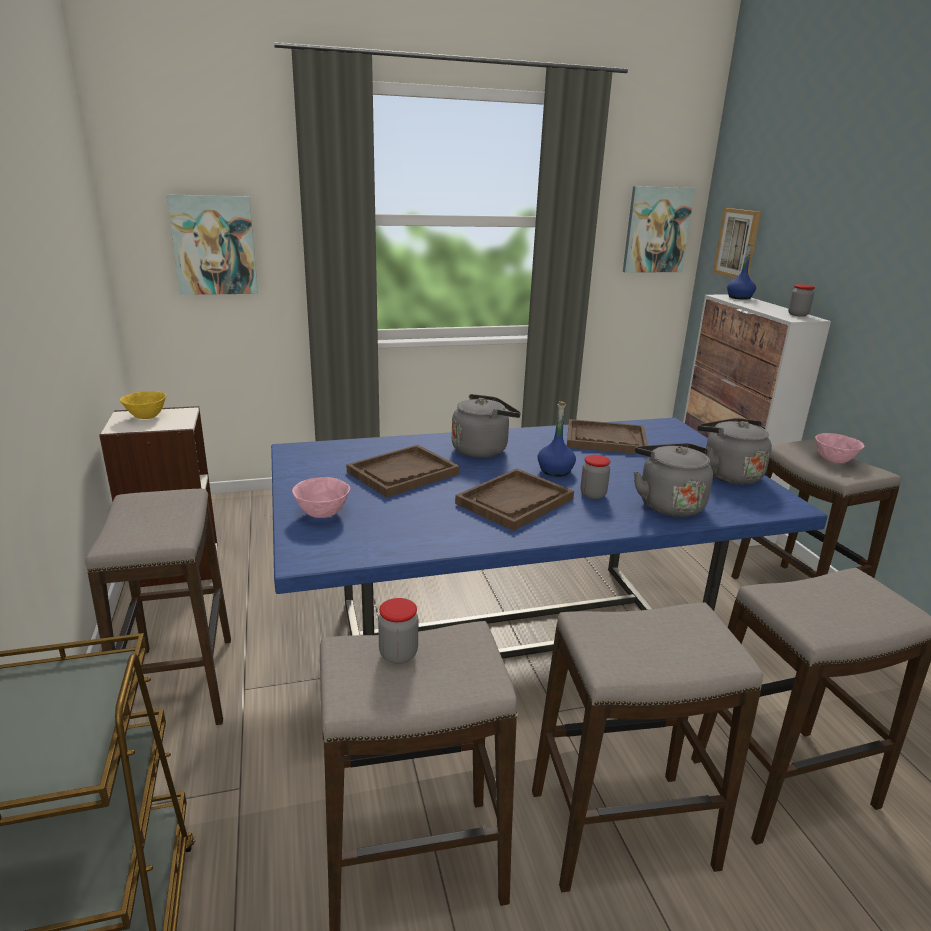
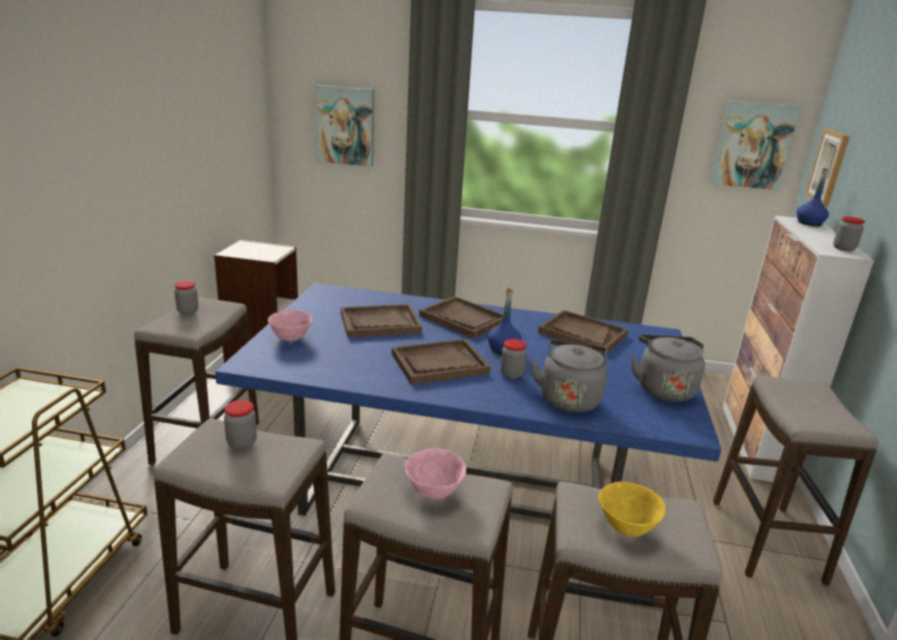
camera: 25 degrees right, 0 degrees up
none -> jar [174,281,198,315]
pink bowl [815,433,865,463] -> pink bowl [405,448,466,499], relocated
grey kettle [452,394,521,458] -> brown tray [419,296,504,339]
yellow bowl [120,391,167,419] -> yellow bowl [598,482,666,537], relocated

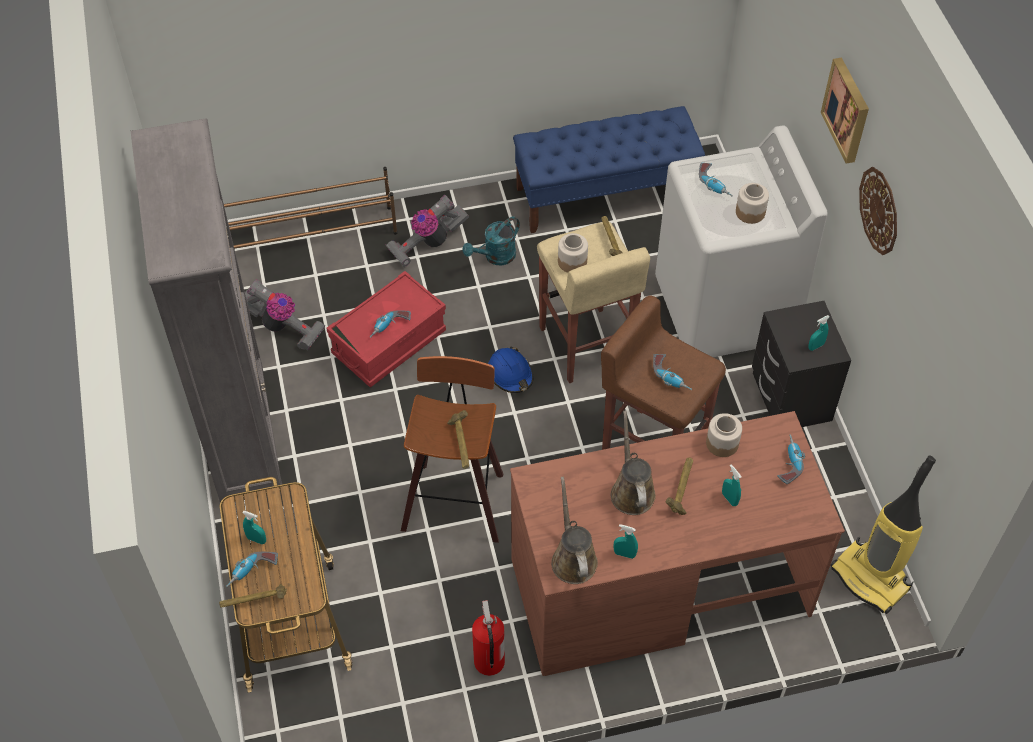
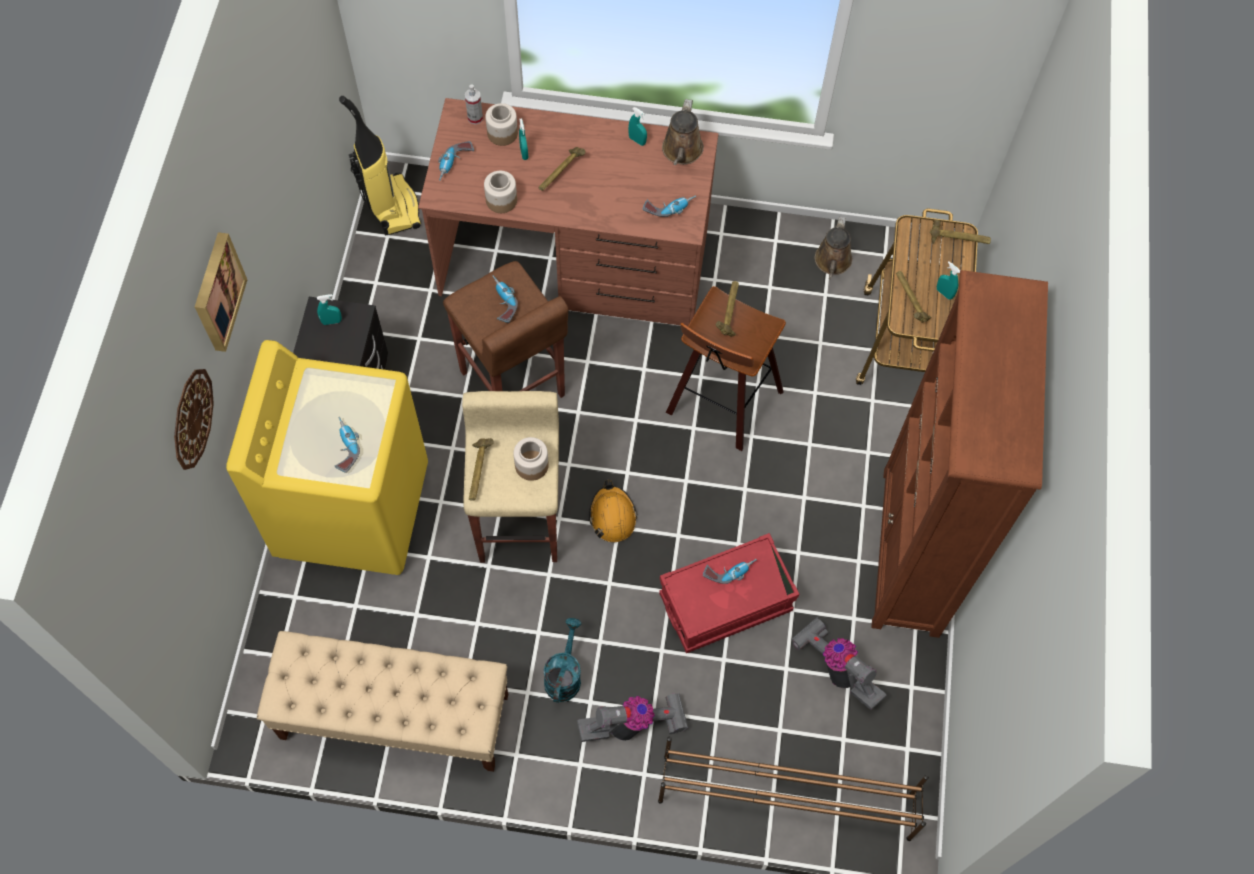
camera: 160 degrees left, 10 degrees up
wall clock [859,167,897,255] -> wall clock [174,369,214,470], relocated
white washing machine [655,125,828,357] -> yellow washing machine [226,340,428,575]
blue bench [513,106,705,233] -> beige bench [257,631,508,772]
none -> spray bottle [465,84,483,125]
jar [736,183,769,224] -> jar [485,103,518,146], relocated
turquoise watering can [462,217,520,266] -> turquoise watering can [544,618,582,703], 60 degrees counterclockwise
blue hard hat [488,347,533,393] -> orange hard hat [589,479,637,542]
power drill [226,552,278,587] -> power drill [643,195,696,217], relocated
brown watering can [611,410,656,515] -> brown watering can [815,216,853,279], relocated
grey bookcase [131,118,282,502] -> brown bookcase [871,270,1048,638]
none -> hammer [896,271,932,323]
fire extinguisher [472,600,505,676] -> none

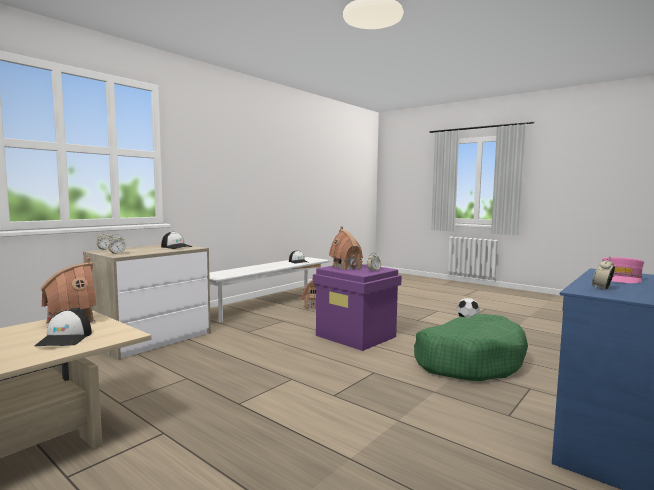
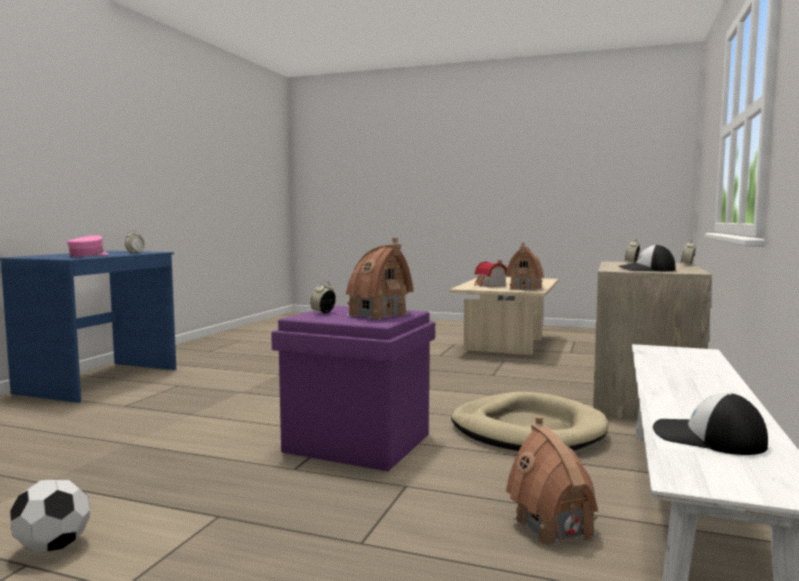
camera: 160 degrees right, 0 degrees up
none -> beige dog bed [451,392,608,451]
cap [34,310,92,346] -> toy house [474,260,507,287]
green dog bed [414,314,528,381] -> none

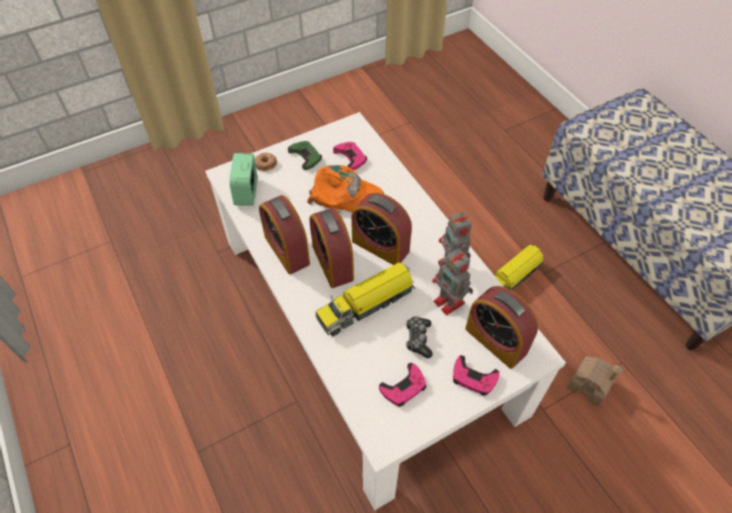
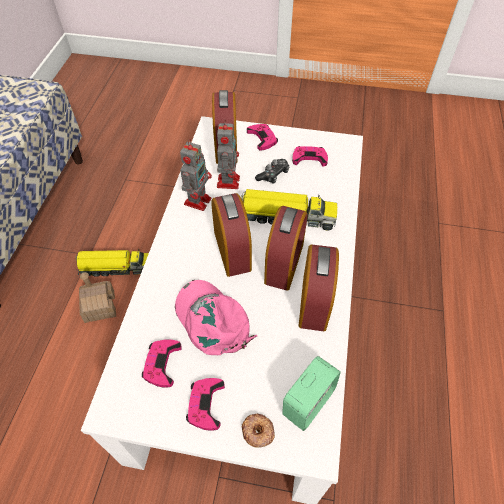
camera: 140 degrees left, 0 degrees up
toy house [566,355,623,407] -> toy house [79,272,116,323], relocated
orange cap [307,165,384,212] -> pink cap [175,280,258,355]
green game controller [288,141,322,170] -> pink game controller [186,378,225,431]

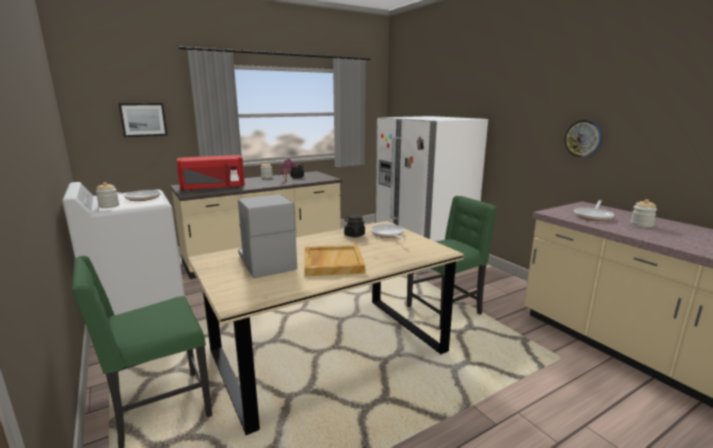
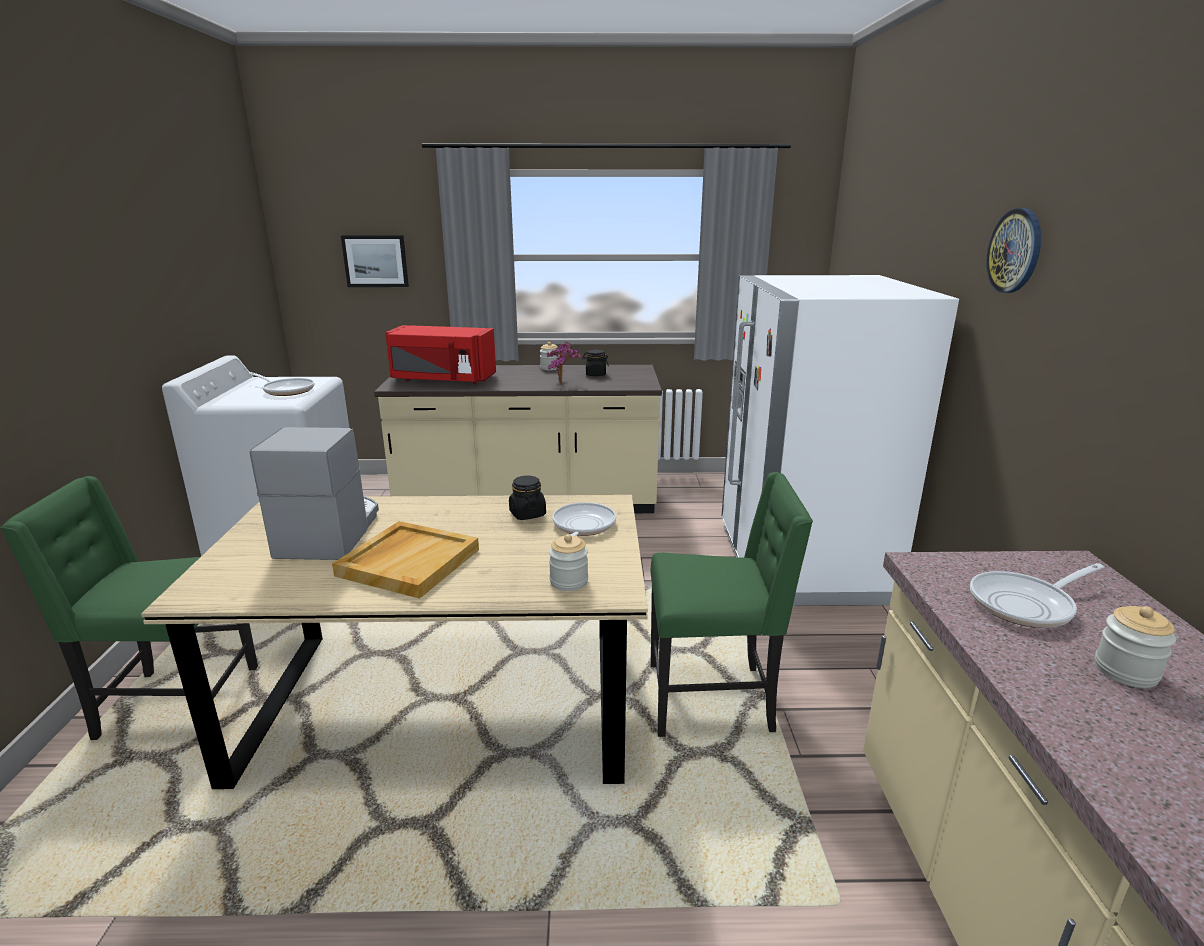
camera: 30 degrees right, 5 degrees up
jar [96,182,119,208] -> jar [549,534,588,591], relocated
wall clock [564,120,602,158] -> wall clock [986,208,1041,293], relocated

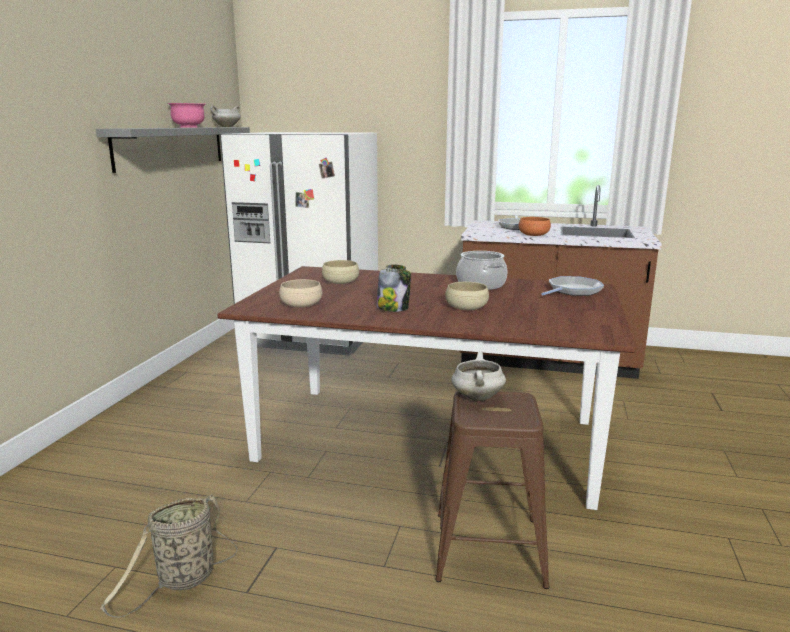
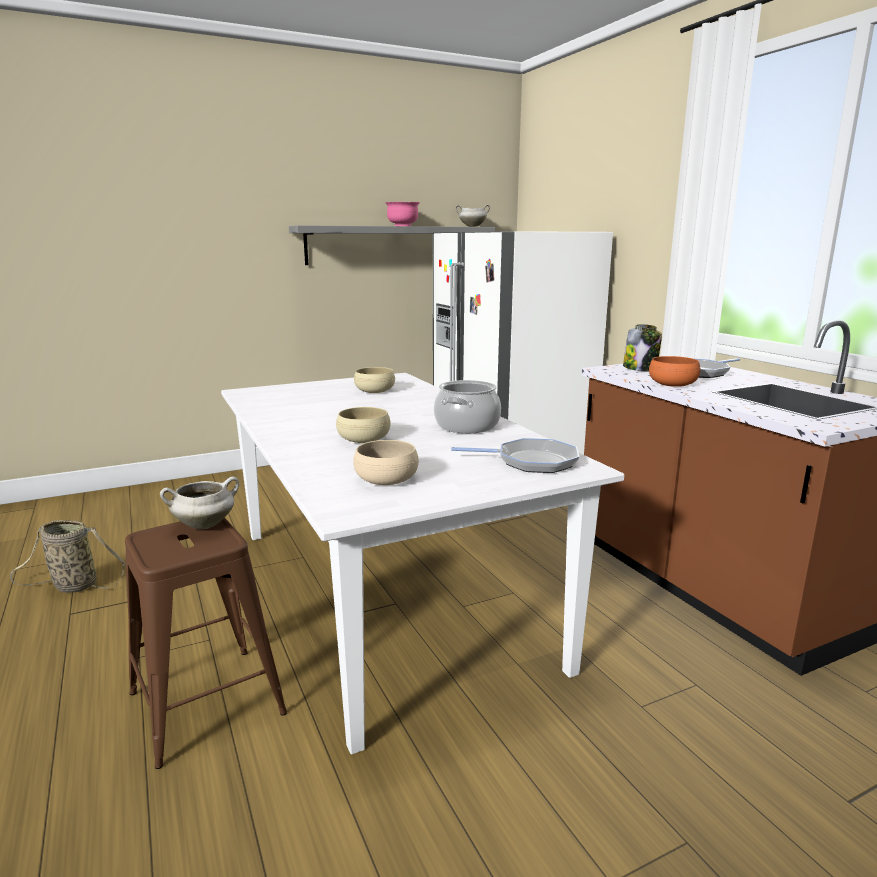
camera: 50 degrees right, 0 degrees up
brown dining table [217,266,636,510] -> white dining table [221,373,625,754]
beige bowl [279,279,322,308] -> beige bowl [353,440,419,485], relocated
jar [377,265,411,312] -> jar [623,324,662,371], relocated

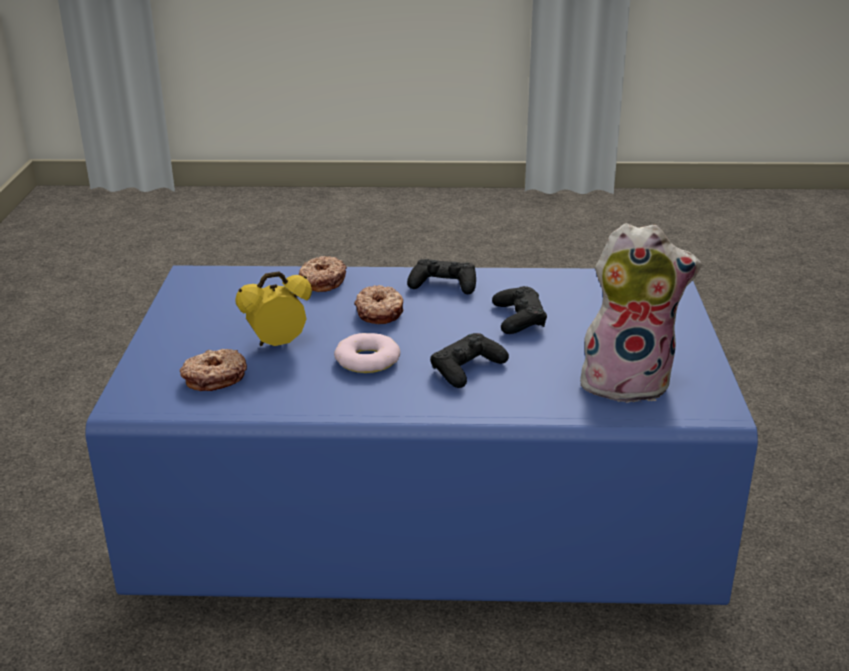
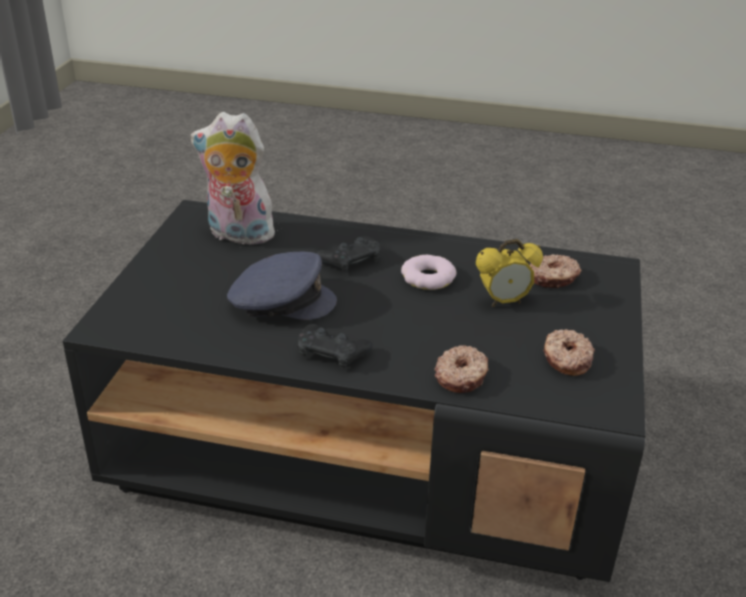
camera: 170 degrees left, 5 degrees up
blue coffee table [85,265,758,605] -> black coffee table [63,200,646,582]
black game controller [492,286,547,334] -> grey cap [227,252,337,320]
donut [354,285,403,324] -> donut [543,329,595,376], relocated

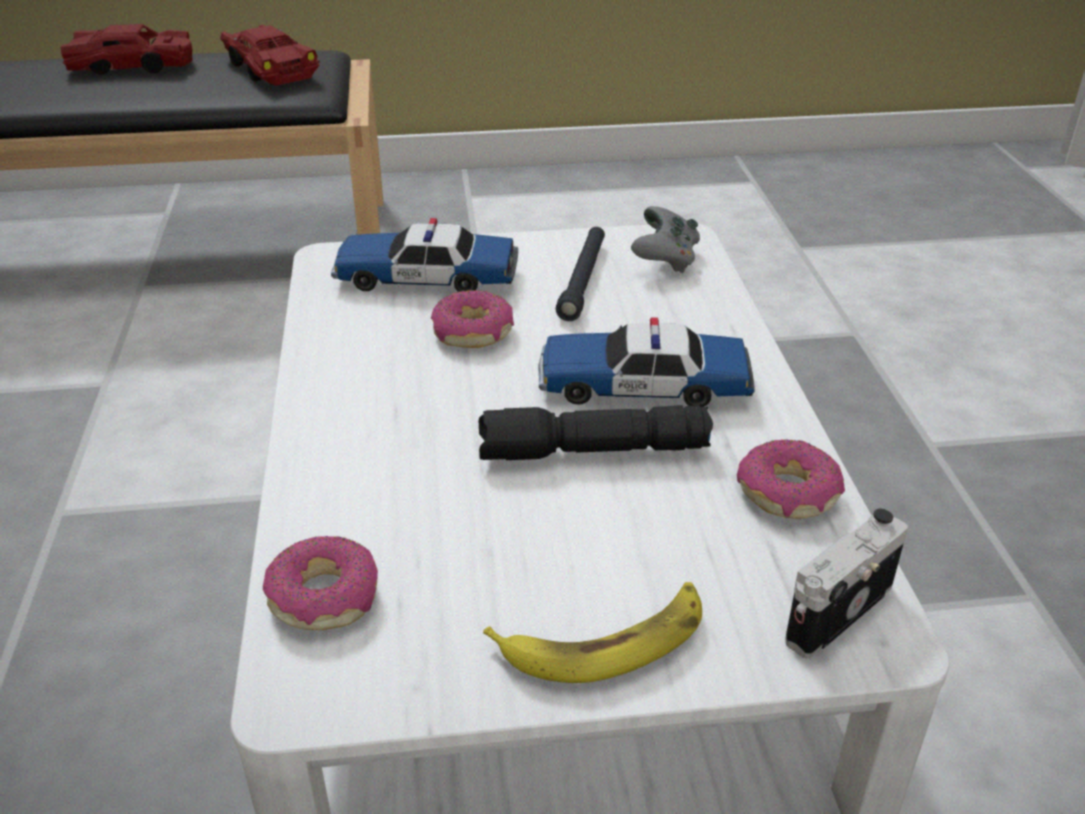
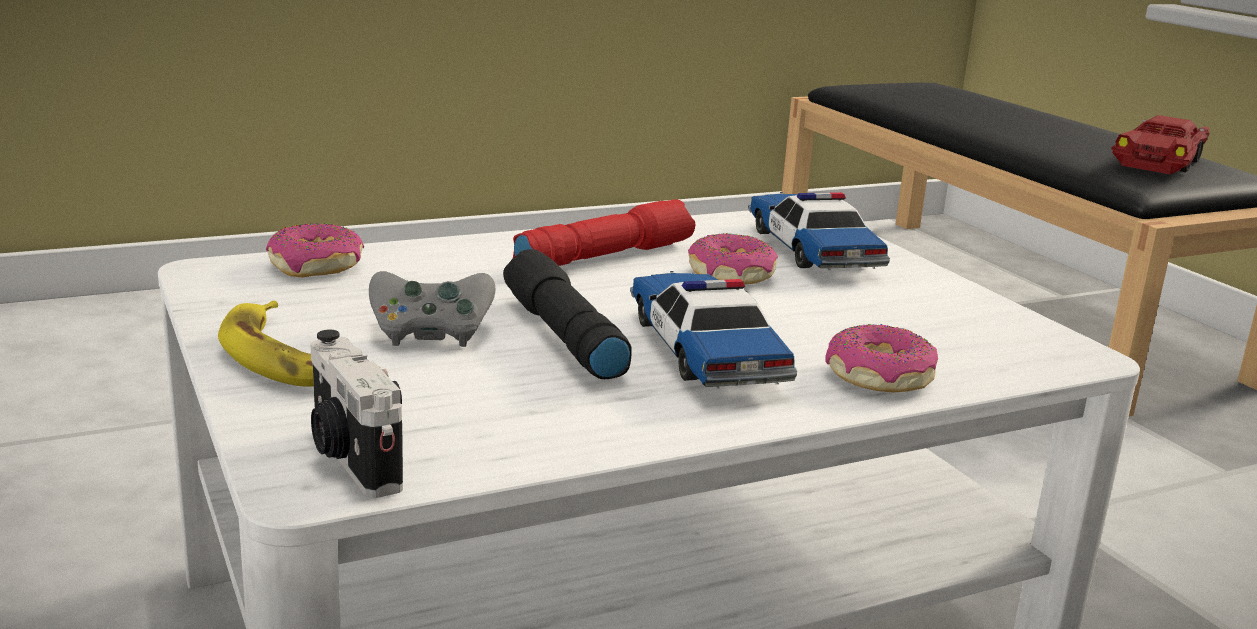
camera: 70 degrees right, 15 degrees down
photo camera [785,508,908,659] -> photo camera [310,329,403,498], 150 degrees counterclockwise
grey game controller [631,206,700,273] -> grey game controller [369,271,495,347], relocated
none -> red flashlight [513,199,695,266]
donut [737,439,845,519] -> donut [825,324,938,393], relocated
red toy car [60,24,193,74] -> none
black flashlight [556,227,605,321] -> none

